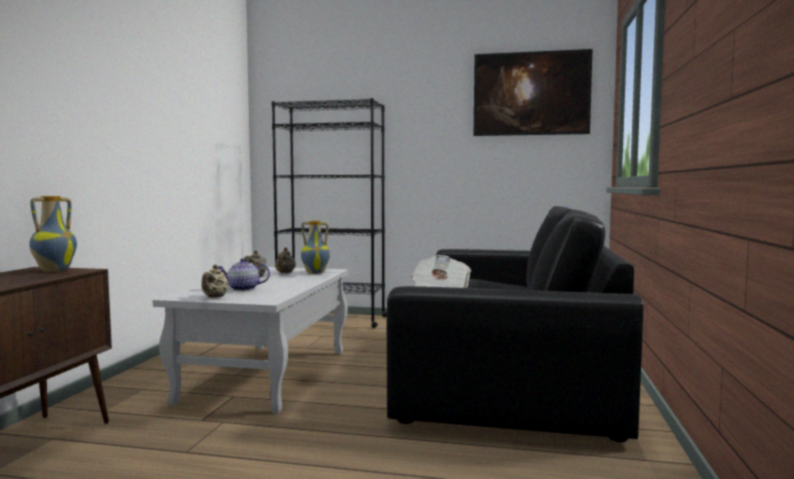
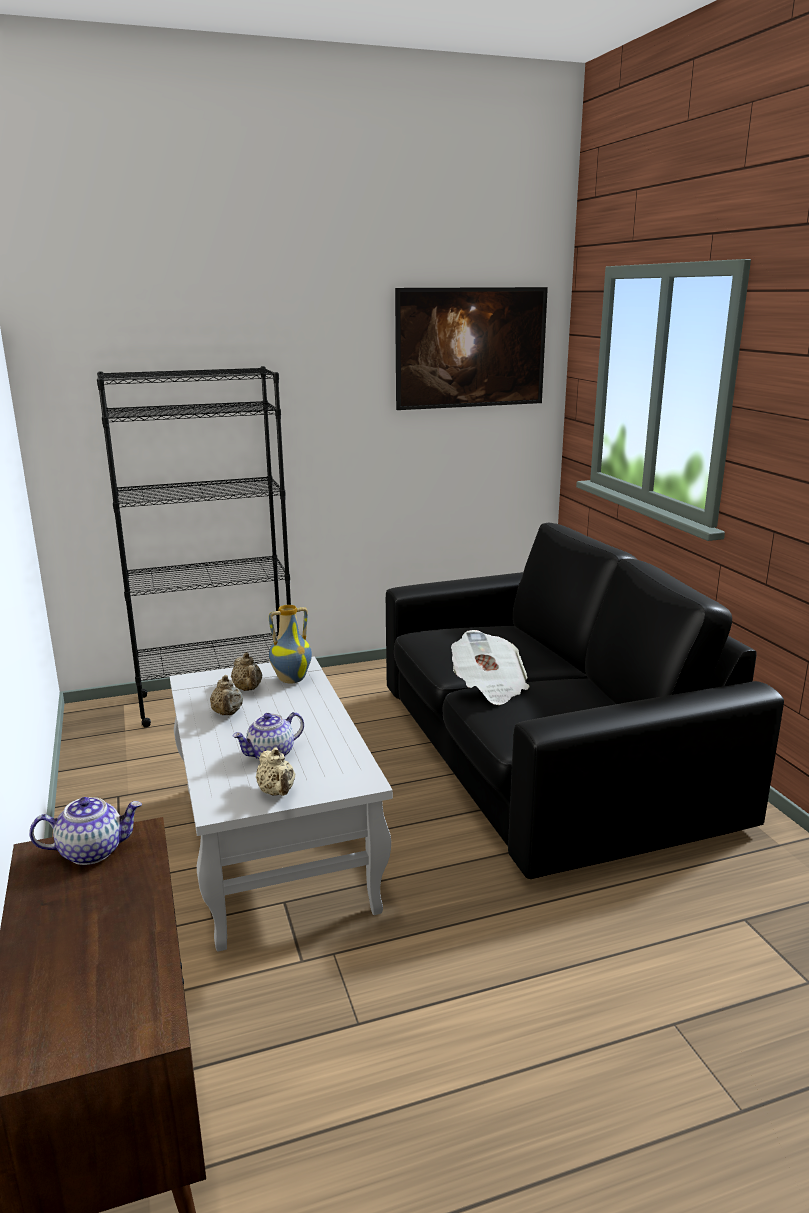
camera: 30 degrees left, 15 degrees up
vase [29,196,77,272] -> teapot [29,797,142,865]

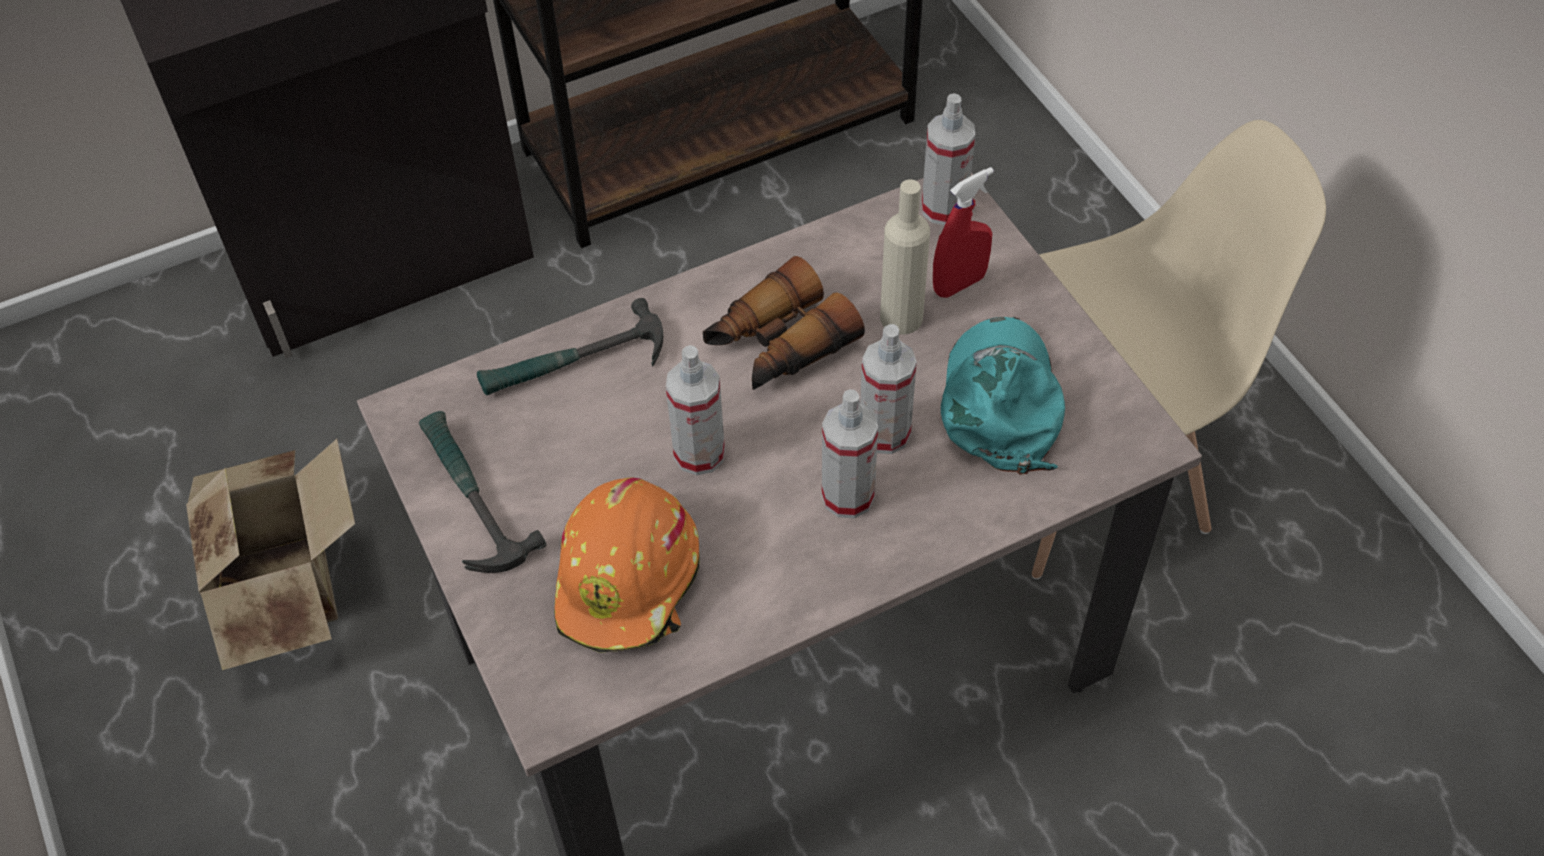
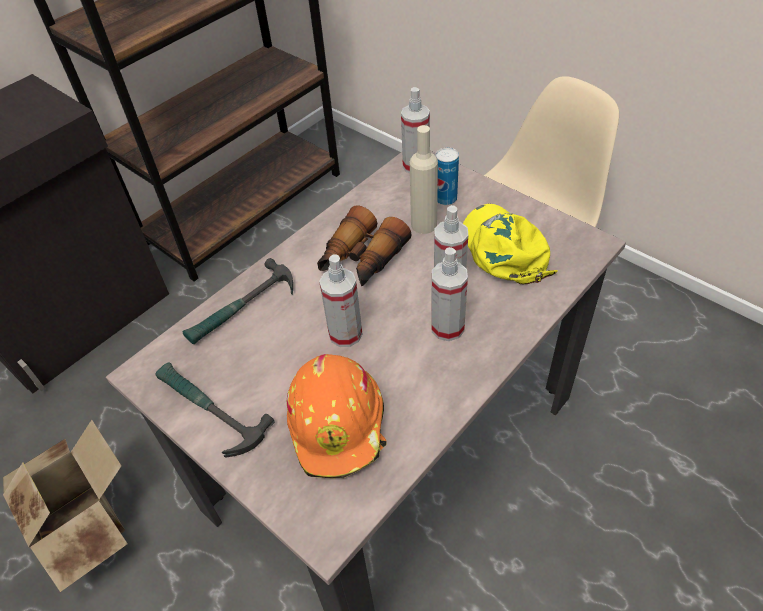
camera: 20 degrees left, 5 degrees down
red spray bottle [933,167,994,298] -> can [436,148,459,205]
turquoise cap [941,317,1065,475] -> yellow cap [463,204,558,284]

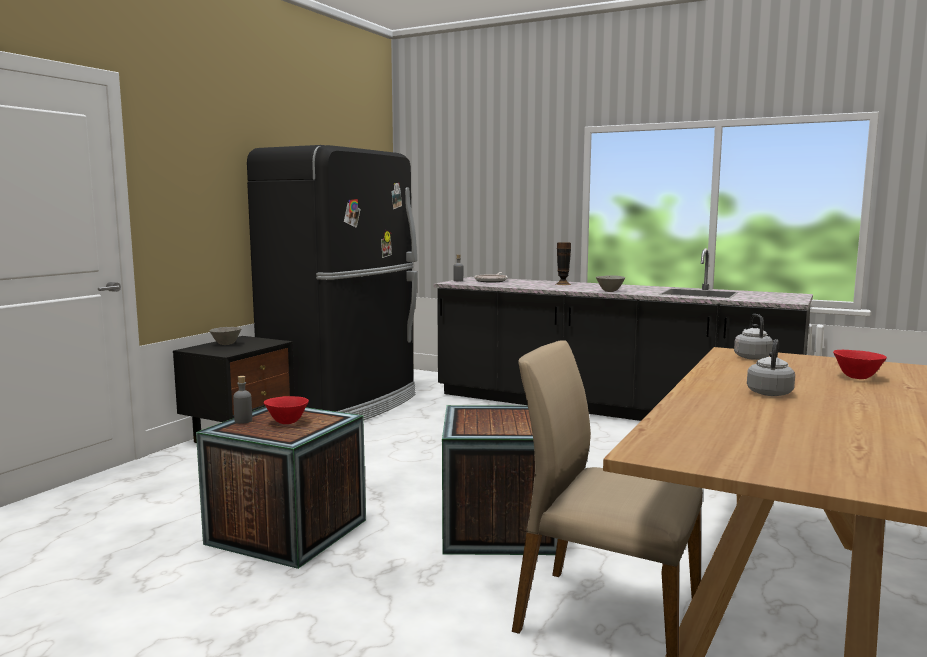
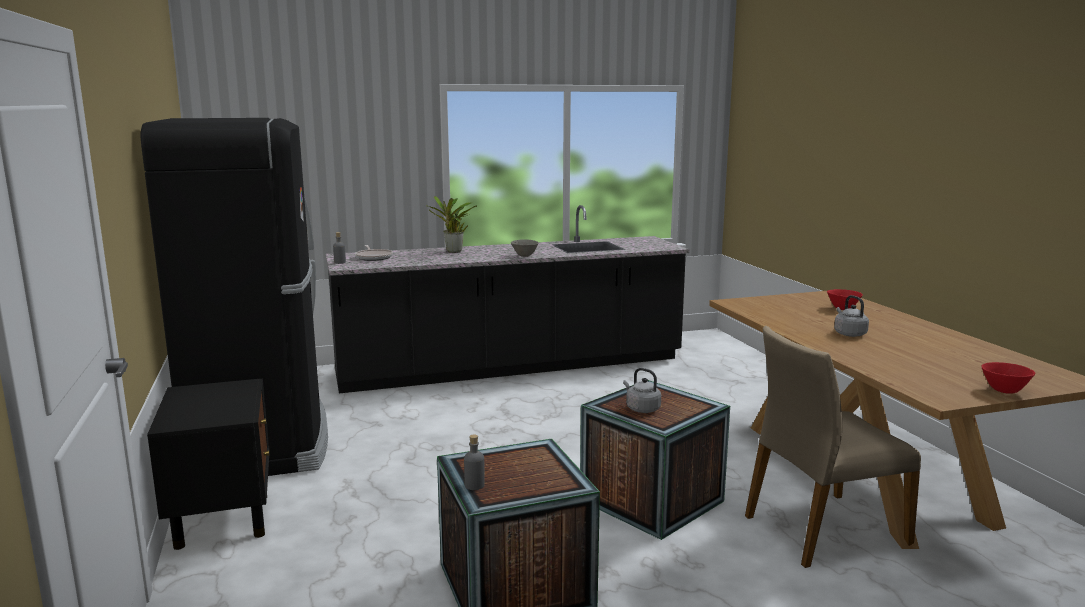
camera: 45 degrees left, 5 degrees up
vase [556,242,571,285] -> potted plant [426,196,477,253]
grey kettle [734,314,773,360] -> grey kettle [623,368,661,413], relocated
red bowl [264,396,309,424] -> red bowl [981,362,1035,394], relocated
grey bowl [210,327,242,345] -> none

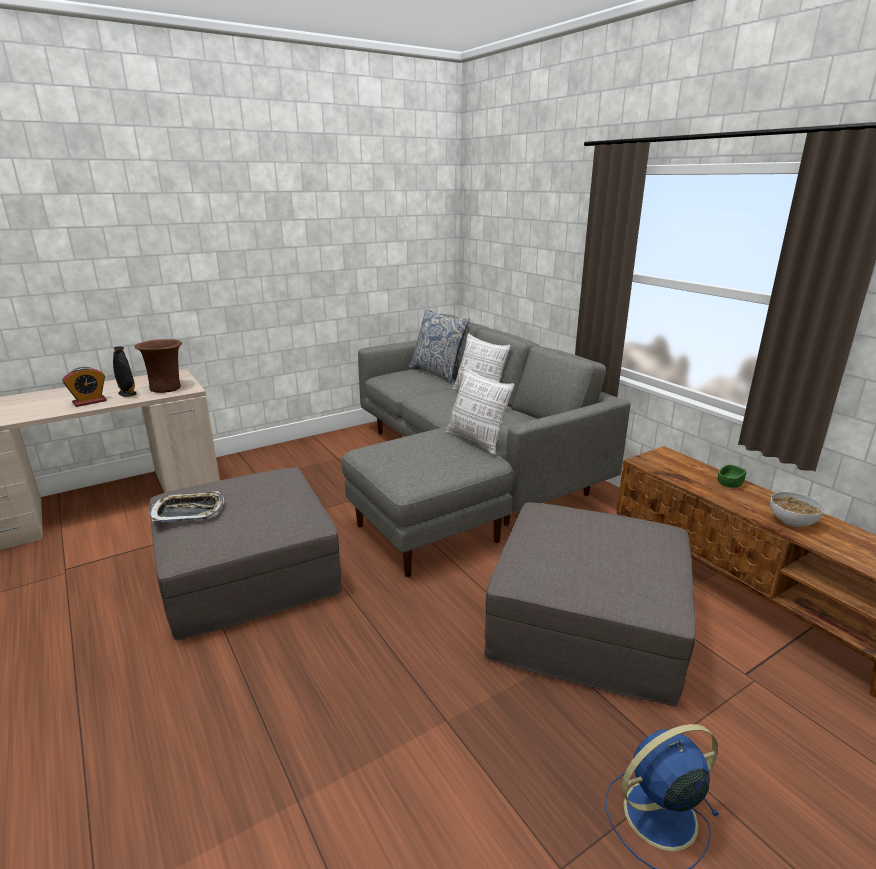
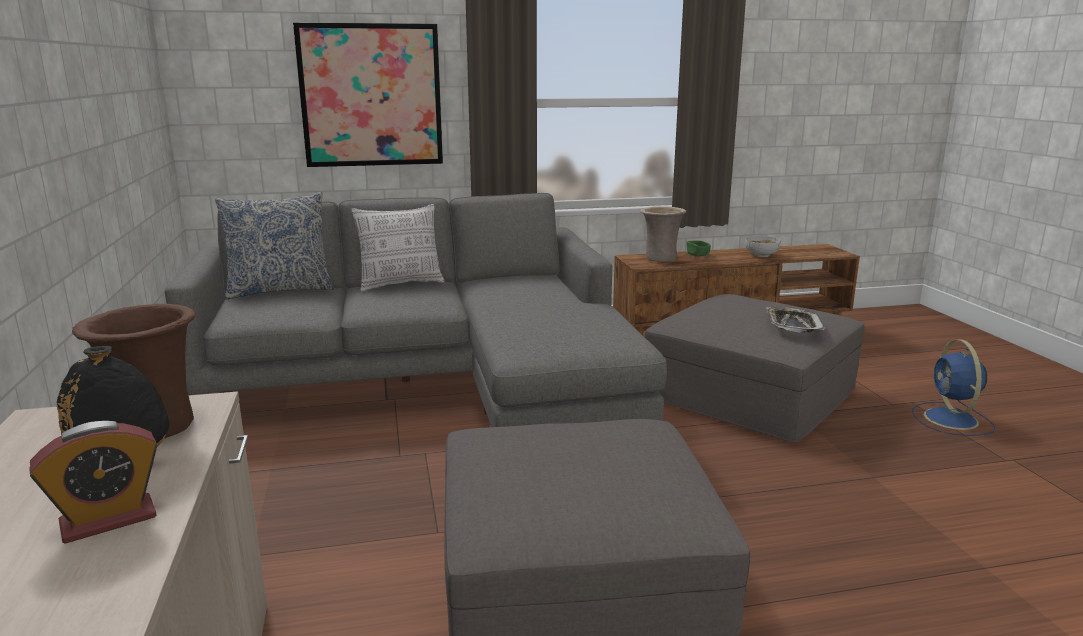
camera: 70 degrees left, 5 degrees down
alarm clock [62,367,106,407] -> alarm clock [29,421,157,544], 75 degrees clockwise
none -> picture [293,22,443,167]
none -> beige vase [640,206,686,262]
tray [150,491,224,522] -> tray [766,307,825,333], relocated
pillow [446,366,515,456] -> none

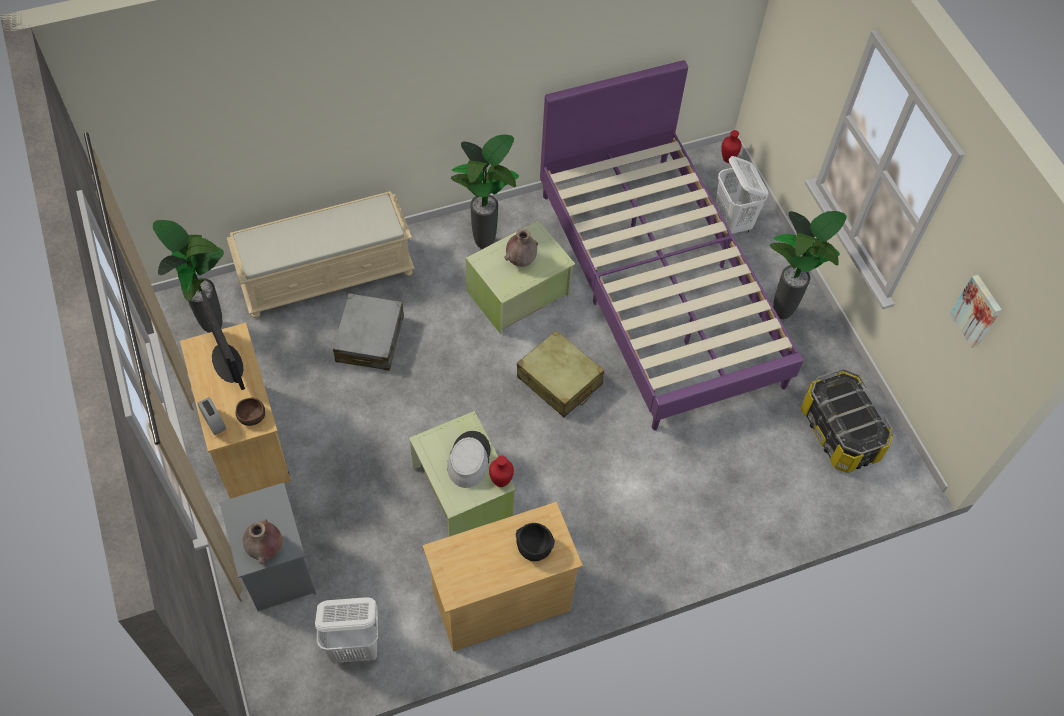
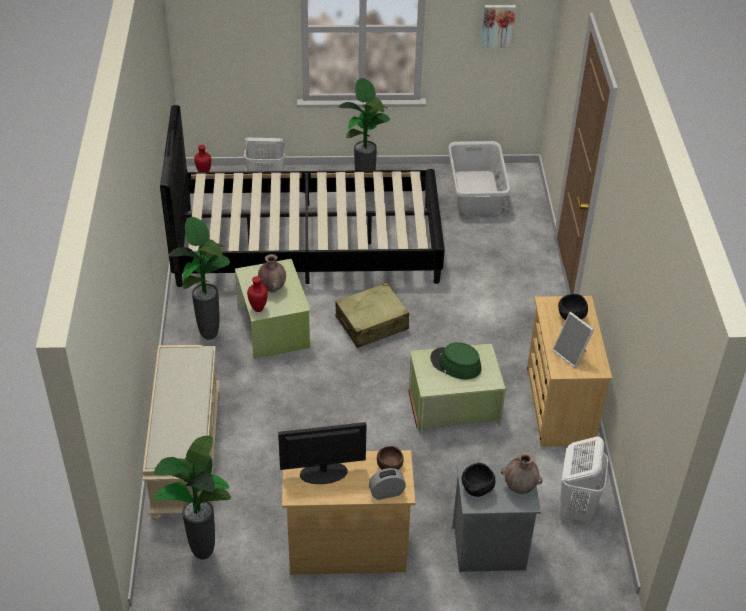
camera: 70 degrees left, 15 degrees down
purple bed [540,60,804,431] -> black bed [160,105,445,287]
red vase [489,455,514,487] -> red vase [247,276,268,312], relocated
grey hat [447,431,491,488] -> green hat [430,342,481,379]
storage box [801,369,893,473] -> grey laundry basket [448,141,510,214]
none -> black bowl [461,462,495,497]
none -> picture frame [552,312,594,368]
grey suitcase [333,293,404,371] -> none

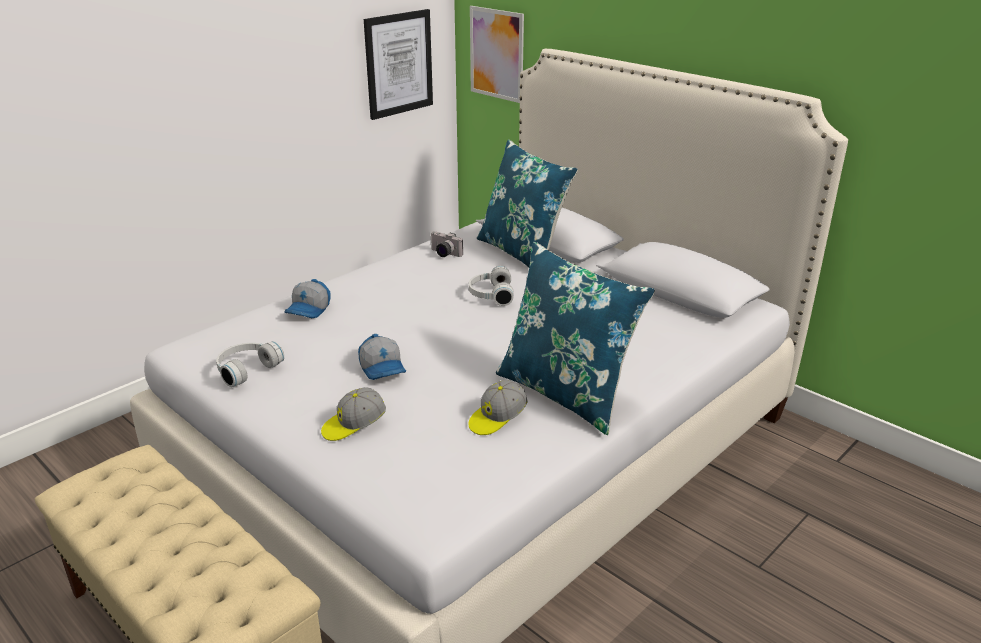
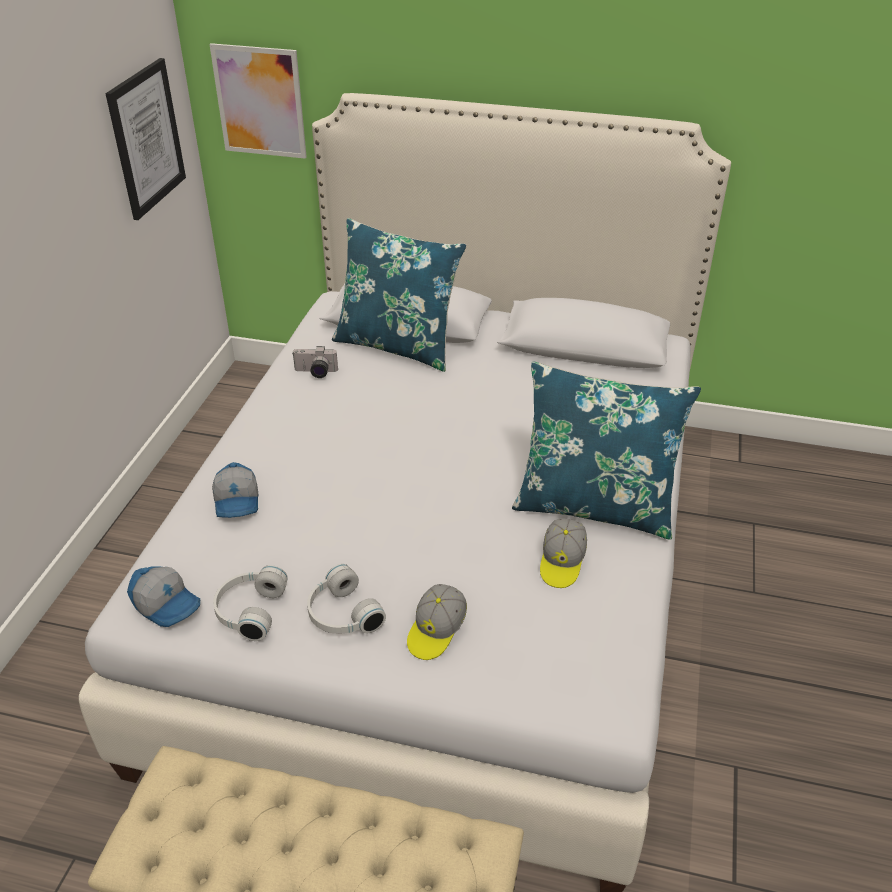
camera: 30 degrees left, 10 degrees up
cap [358,334,406,380] -> cap [127,567,200,627], relocated
white headphones [469,266,514,306] -> white headphones [307,564,386,634], relocated

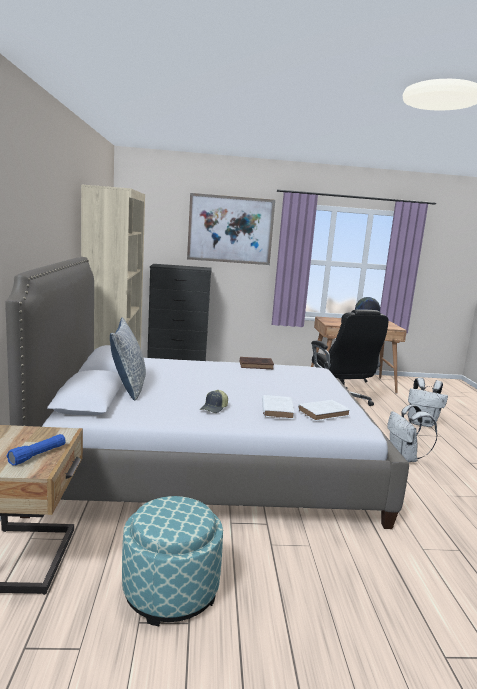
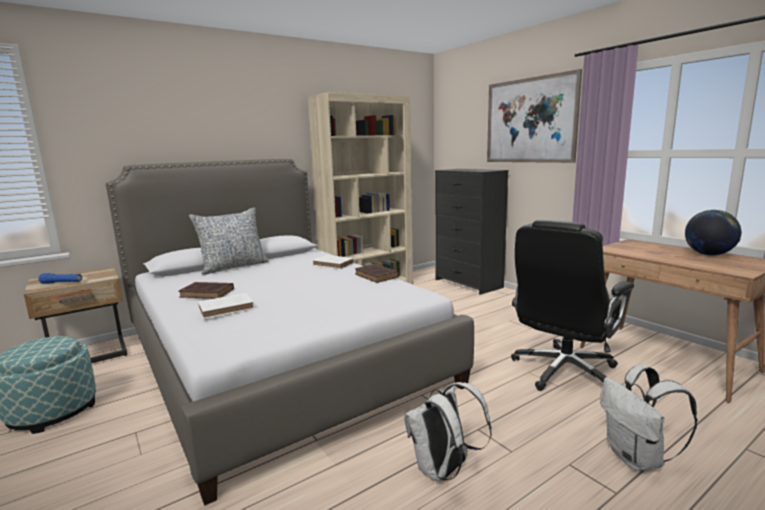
camera: 60 degrees right, 0 degrees up
cap [200,390,228,413] -> brown book [178,282,234,299]
white book [298,400,350,421] -> white book [312,255,355,269], relocated

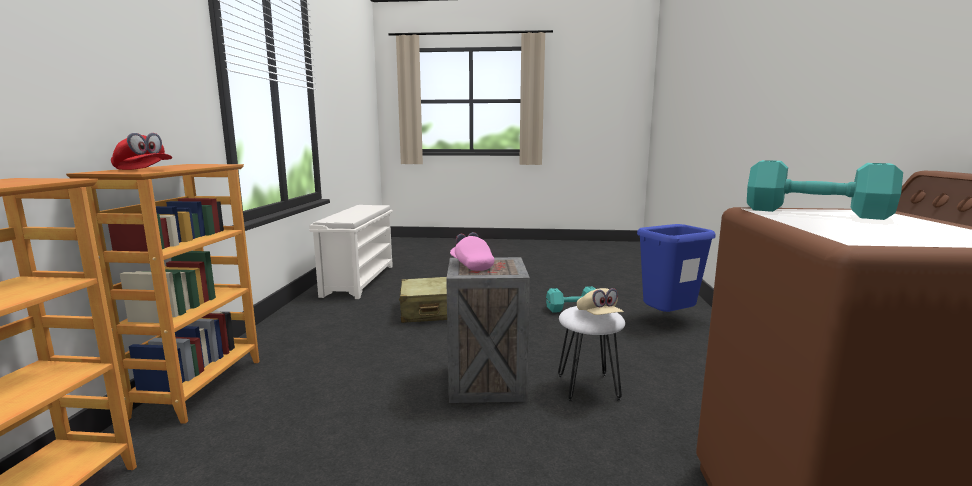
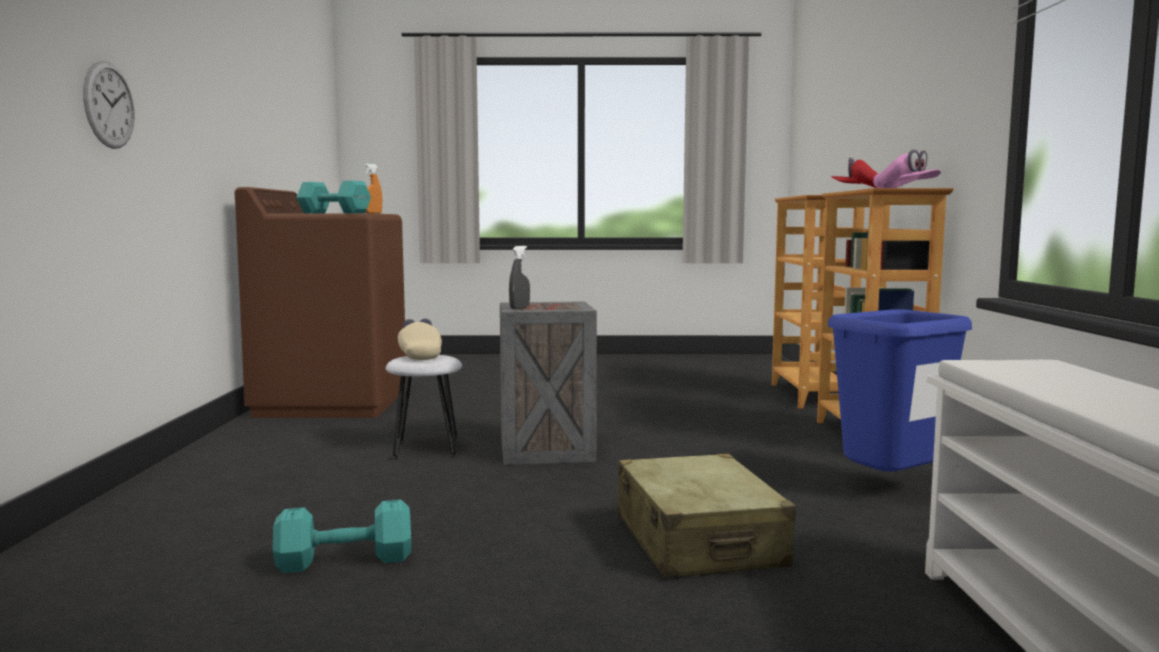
camera: 175 degrees right, 5 degrees down
none -> wall clock [83,61,135,149]
none -> orange spray bottle [364,163,382,214]
none -> grey spray bottle [509,246,530,309]
blue trash can [637,224,716,312] -> blue trash can [828,309,972,472], relocated
pink cap [450,232,494,271] -> pink cap [873,150,941,188], relocated

